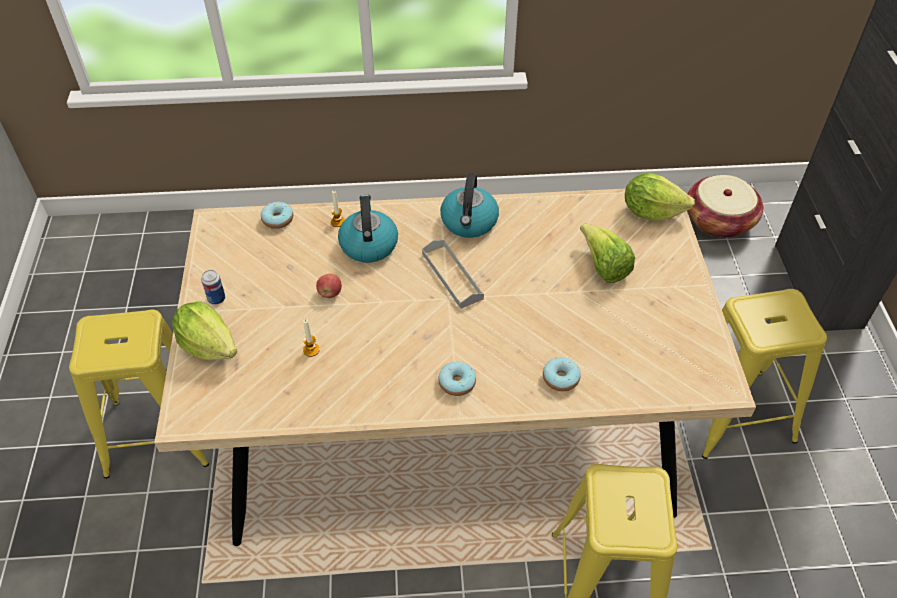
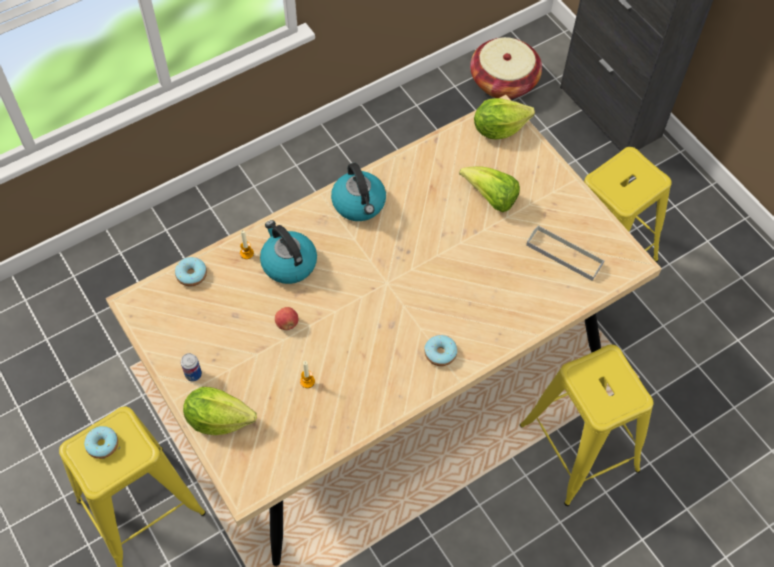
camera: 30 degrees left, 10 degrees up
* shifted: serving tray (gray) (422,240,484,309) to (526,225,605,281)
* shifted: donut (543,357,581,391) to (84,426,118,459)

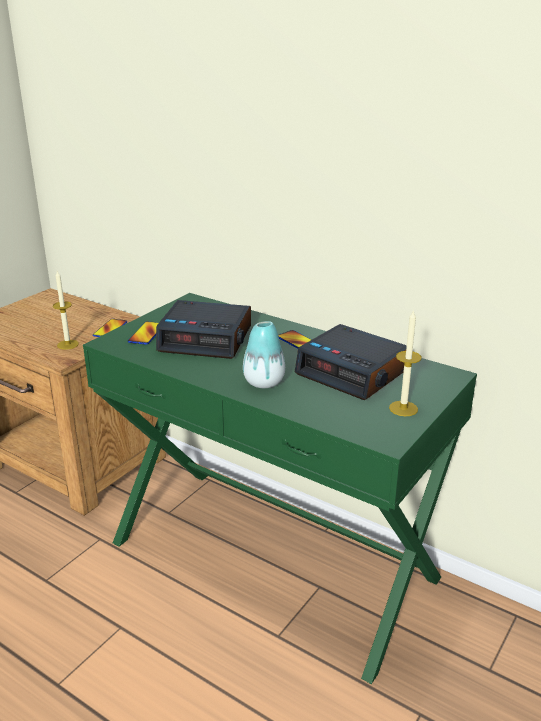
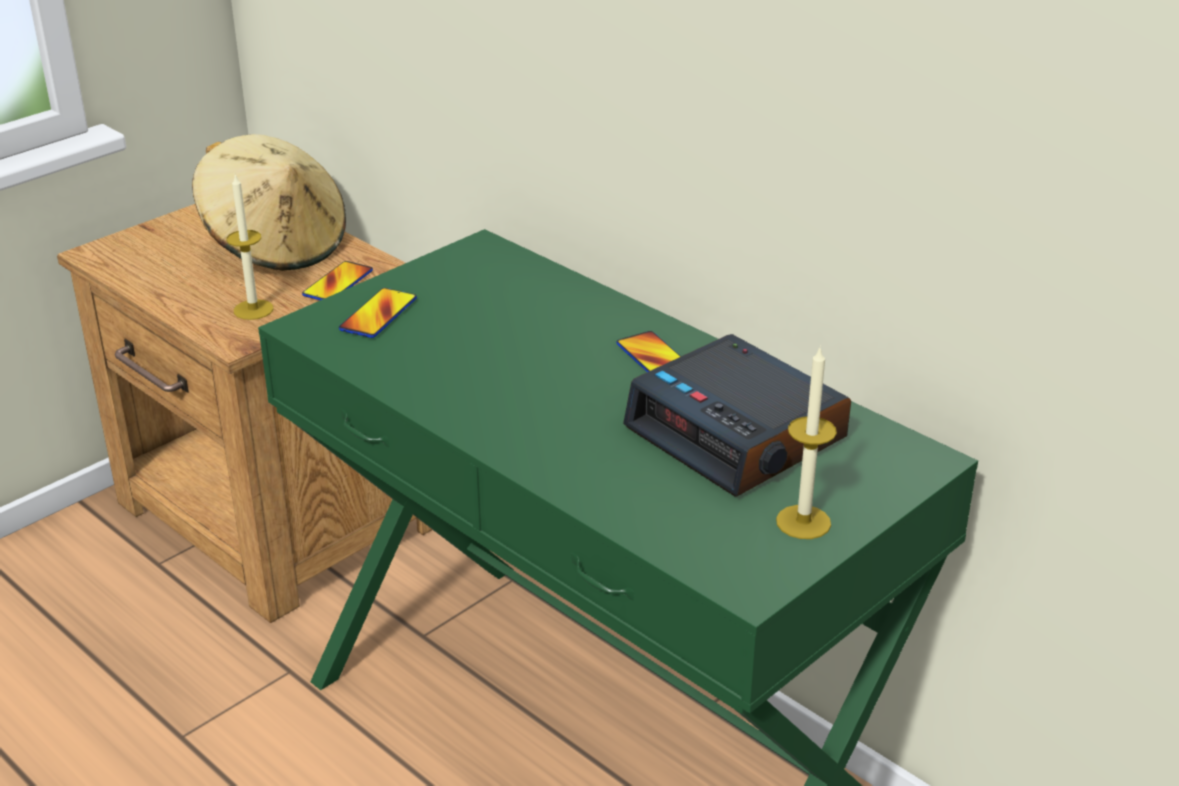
camera: 10 degrees right, 5 degrees up
* gone: alarm clock (156,300,251,359)
* gone: flower vase (243,321,285,388)
* new: wearable hat (beige-coloured) (192,134,346,271)

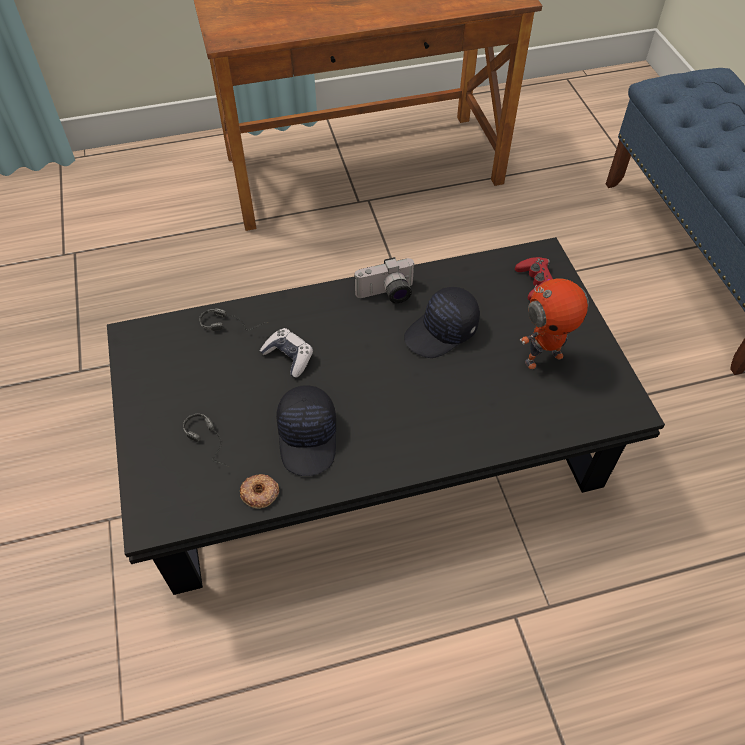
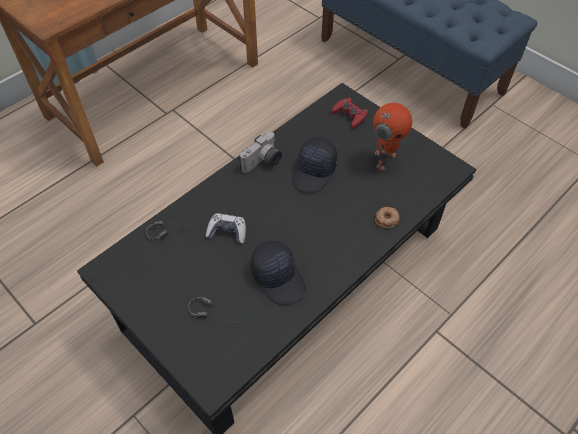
camera: 30 degrees left, 0 degrees up
* shifted: donut (240,474,279,509) to (375,207,400,228)

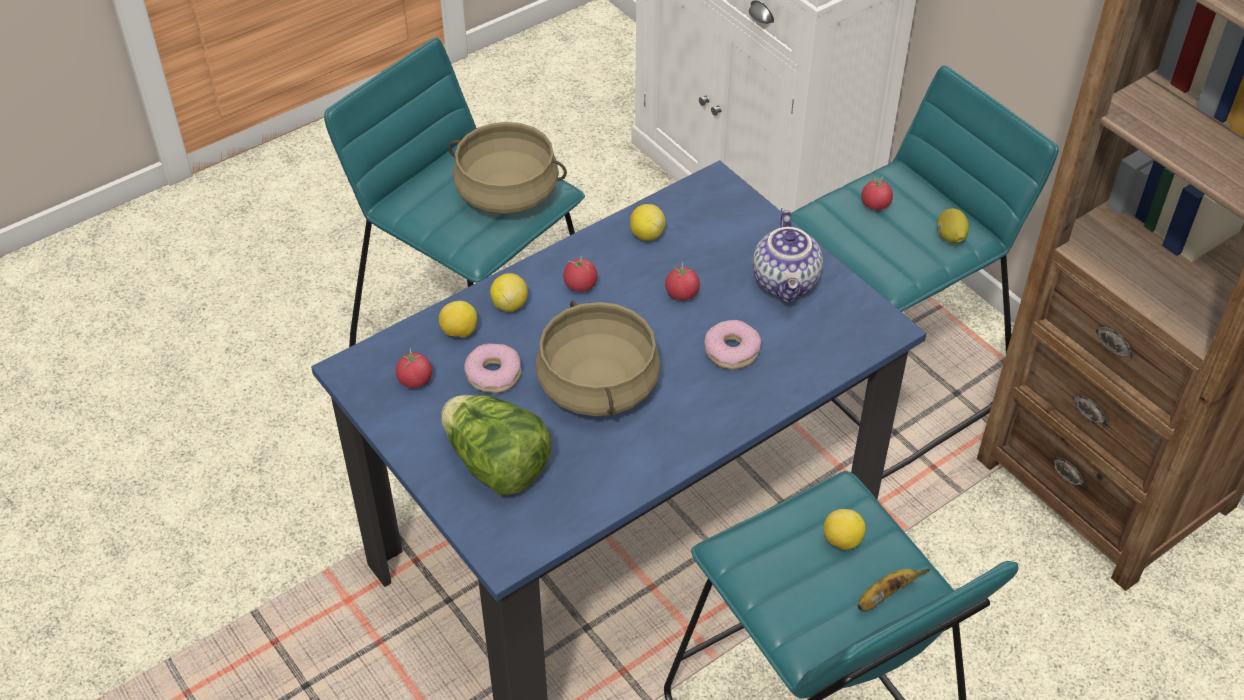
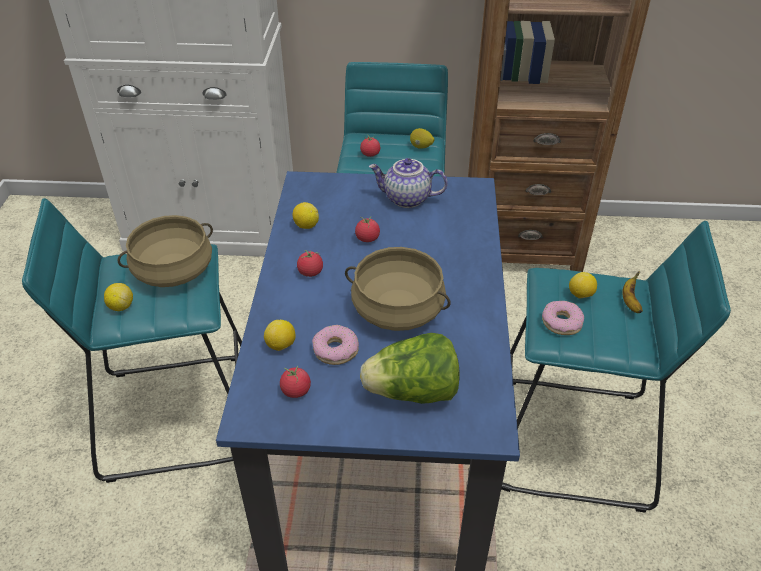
camera: 50 degrees left, 5 degrees down
* shifted: whole lemon (490,273,528,312) to (104,283,133,311)
* shifted: donut (704,320,761,369) to (542,301,584,335)
* rotated: teapot (753,210,823,302) = (368,158,448,208) 150 degrees clockwise

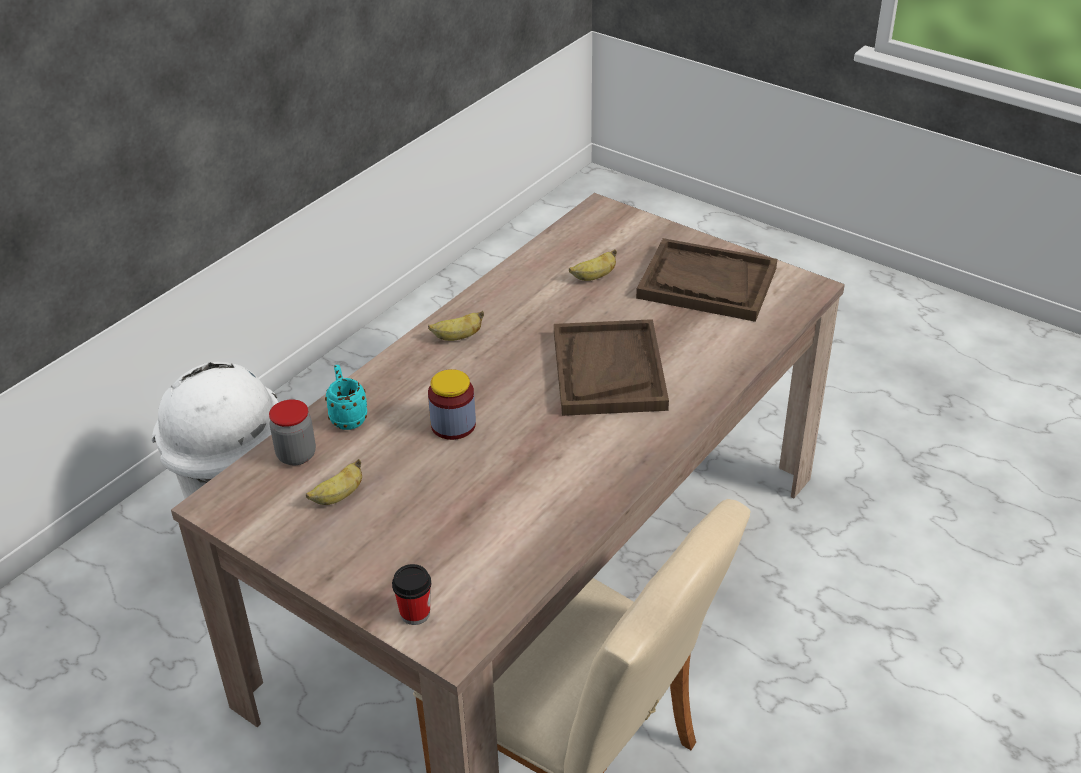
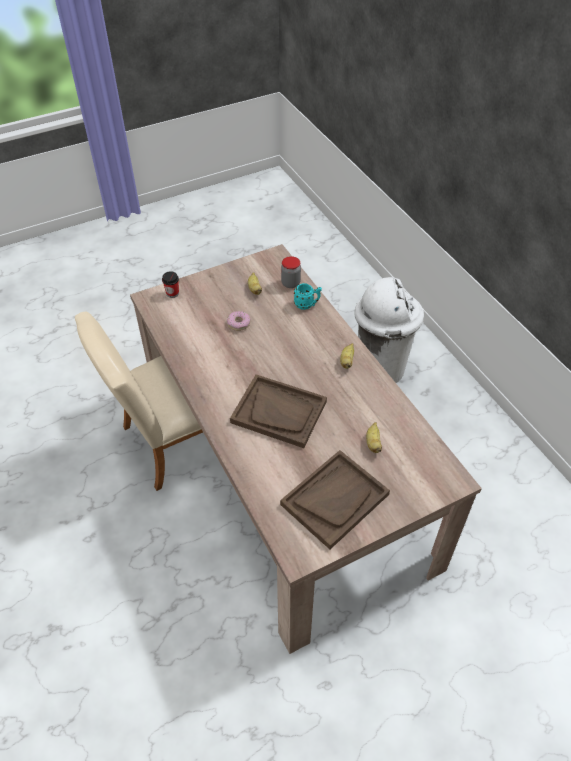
camera: 115 degrees right, 10 degrees up
* gone: preserve jar (428,369,476,440)
* new: donut (227,311,250,331)

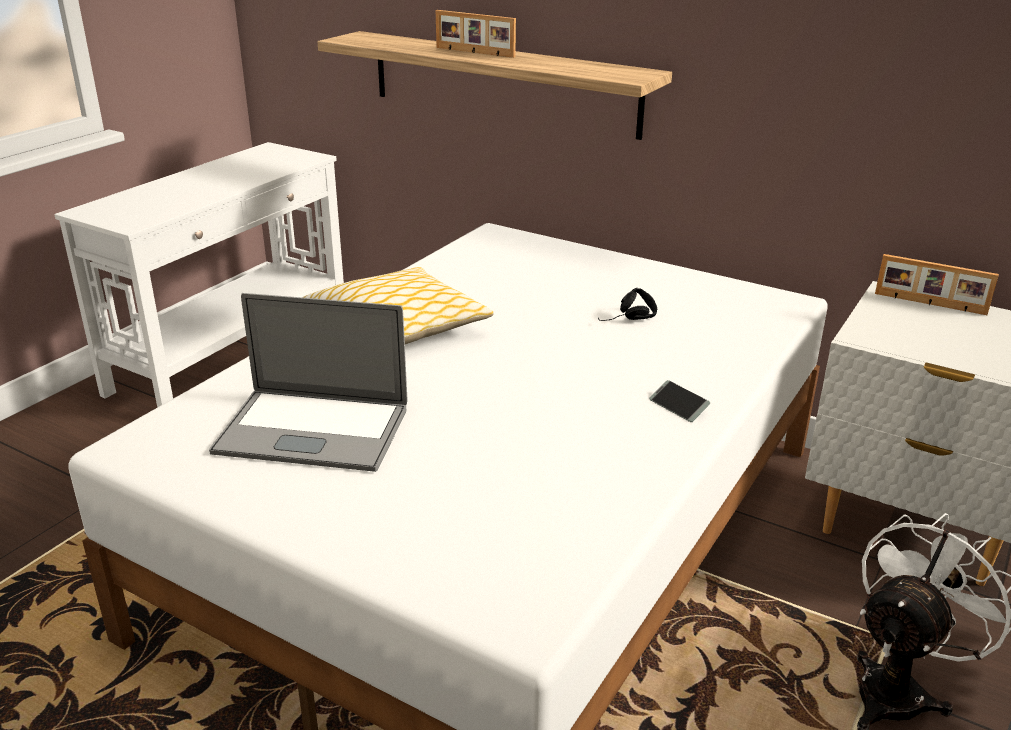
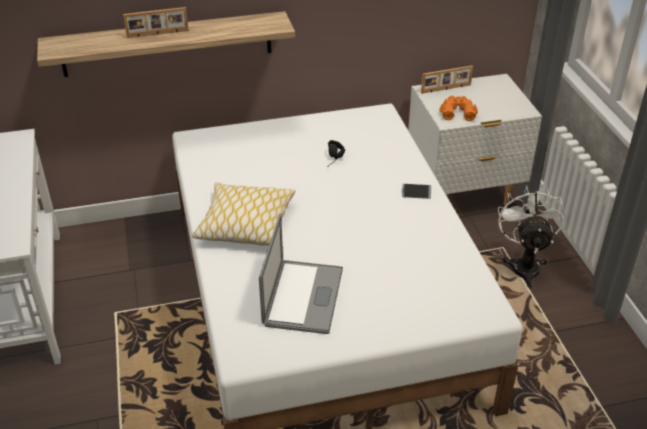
camera: 45 degrees left, 10 degrees up
* rotated: laptop (209,293,407,472) = (259,214,343,334) 45 degrees counterclockwise
* new: binoculars (orangey) (439,96,478,121)

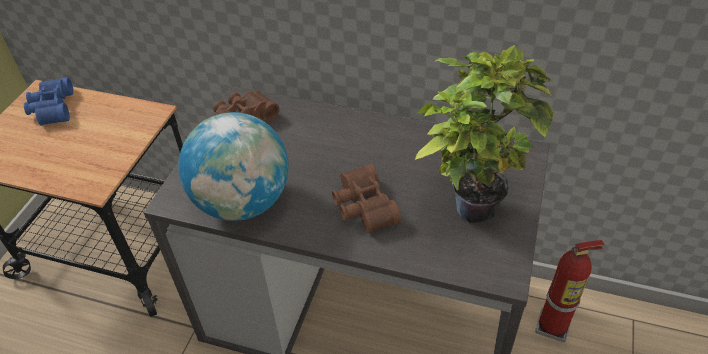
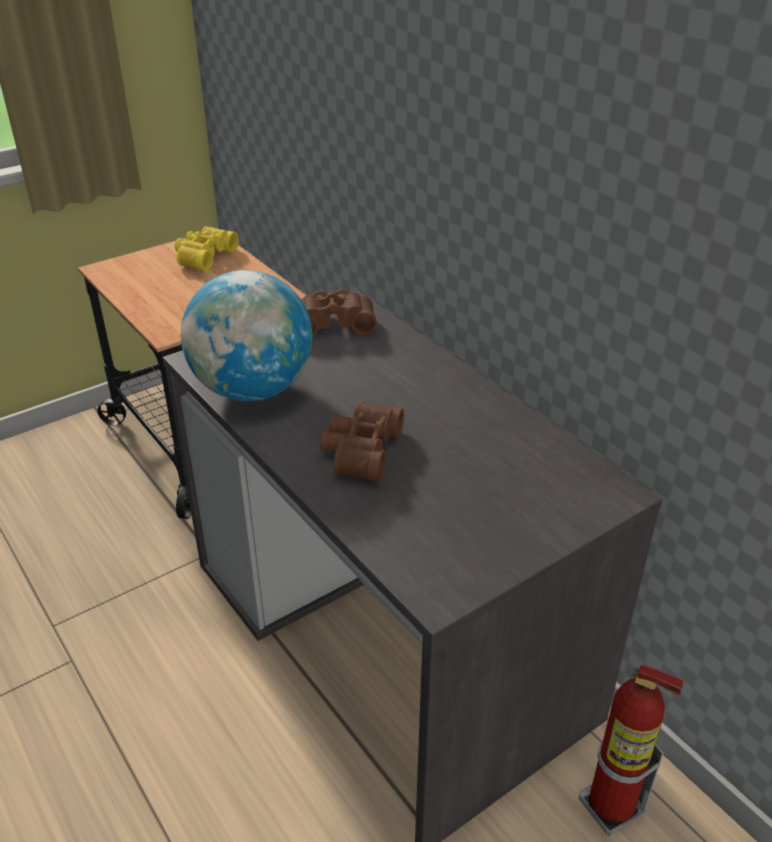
camera: 35 degrees right, 10 degrees down
* repainted: binoculars (blue-coloured) (24,77,73,125) to binoculars (yellow) (175,226,239,271)
* gone: houseplant (415,45,554,223)

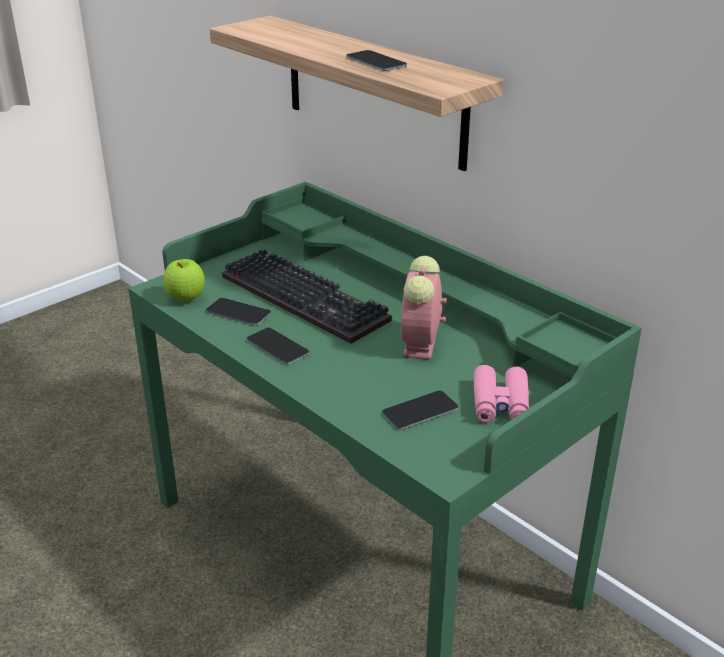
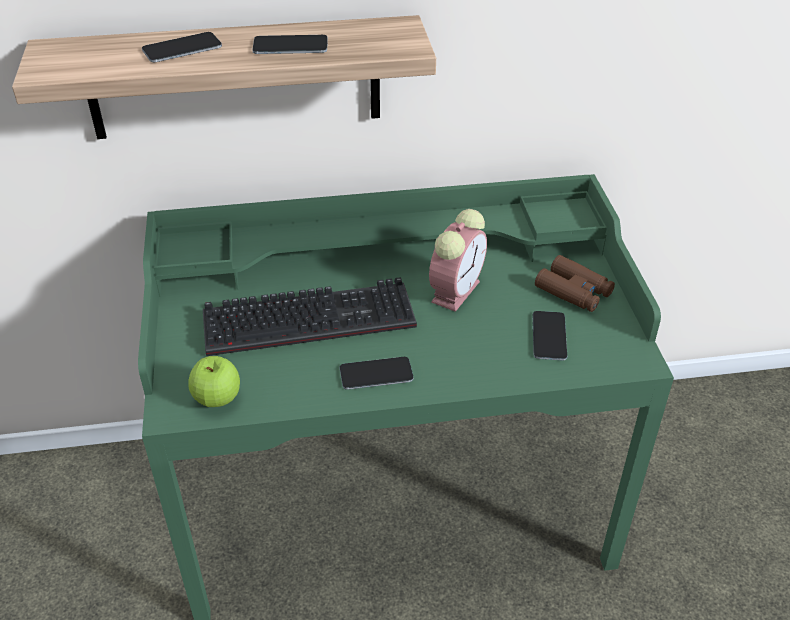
camera: 55 degrees left, 10 degrees up
* shifted: telephone (206,298,271,326) to (142,32,222,62)
* rotated: alarm clock (401,256,447,360) = (429,209,487,312) 105 degrees counterclockwise
* repainted: binoculars (pink-coloured) (474,365,529,423) to binoculars (brownish) (535,255,615,312)

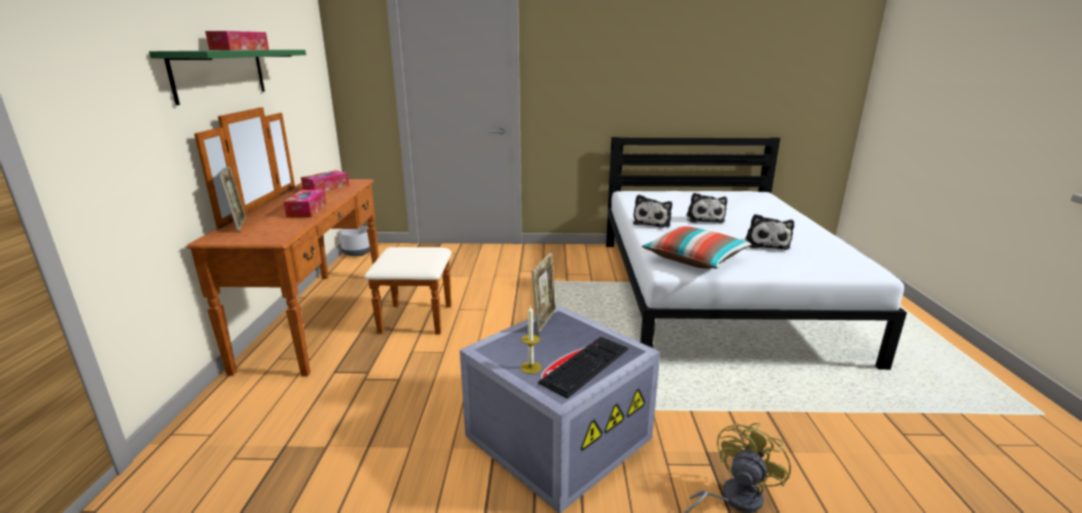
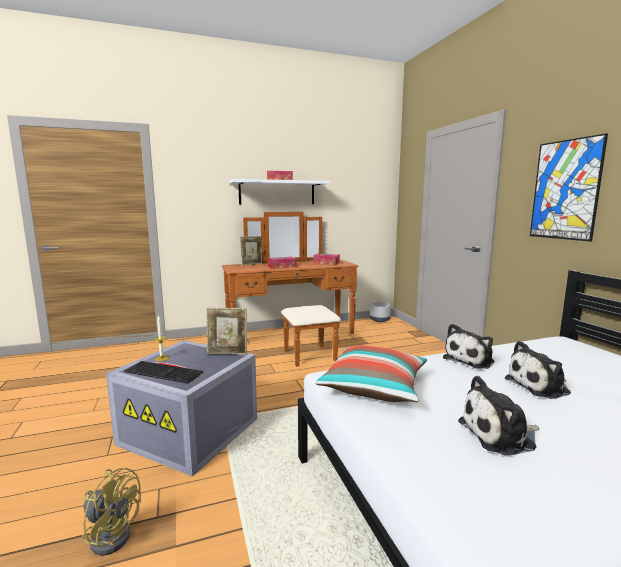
camera: 70 degrees right, 10 degrees down
* repainted: wall shelf (green) (149,50,306,105) to wall shelf (white) (229,179,330,204)
* rotated: plush toy (633,195,672,228) = (443,324,495,369) 45 degrees counterclockwise
* new: wall art (530,133,608,242)

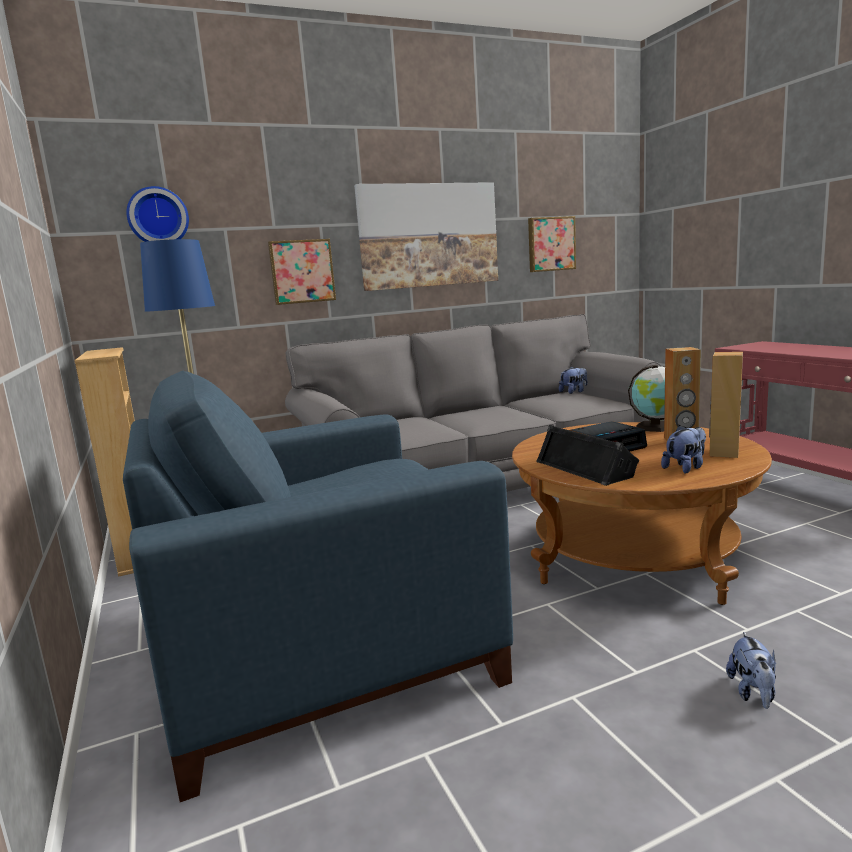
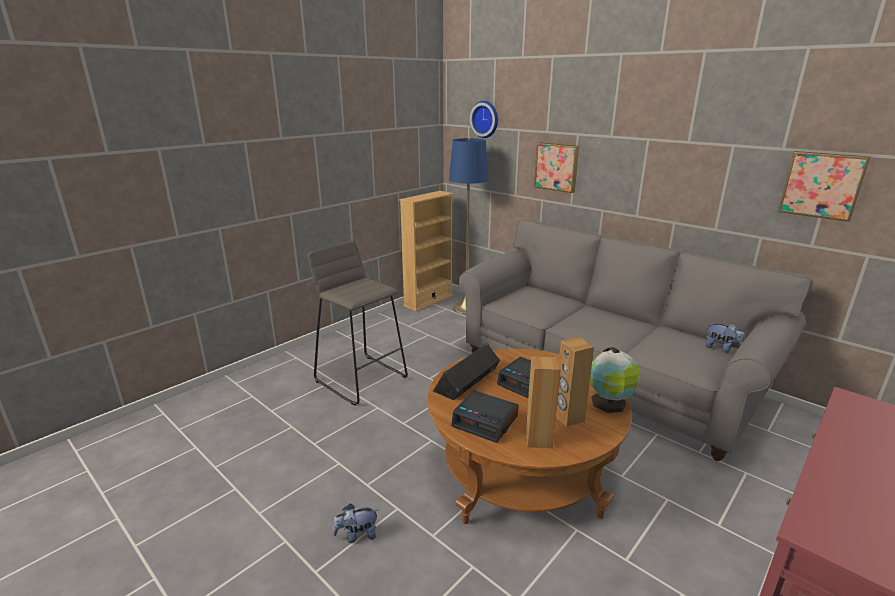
camera: 65 degrees right, 10 degrees up
* swapped: easy chair (blue-coloured) (123,371,513,802) to stool seat (gray) (308,241,408,405)
* gone: wall art (354,182,498,291)
* swapped: plush toy (661,425,706,473) to alarm clock (451,390,519,443)

